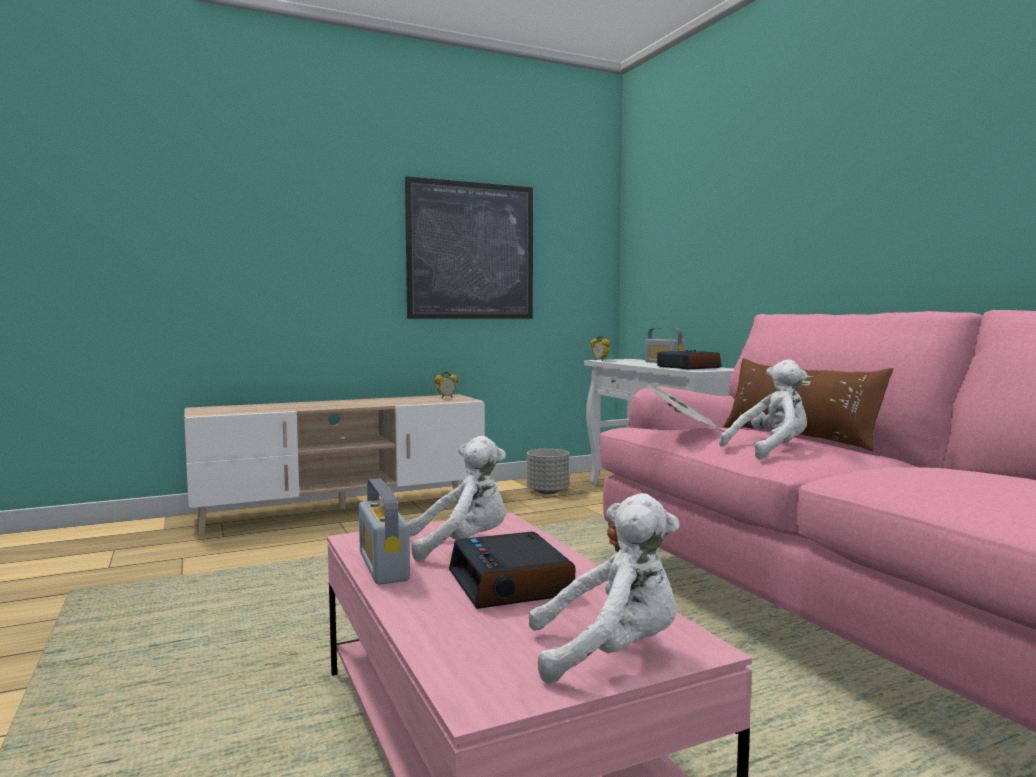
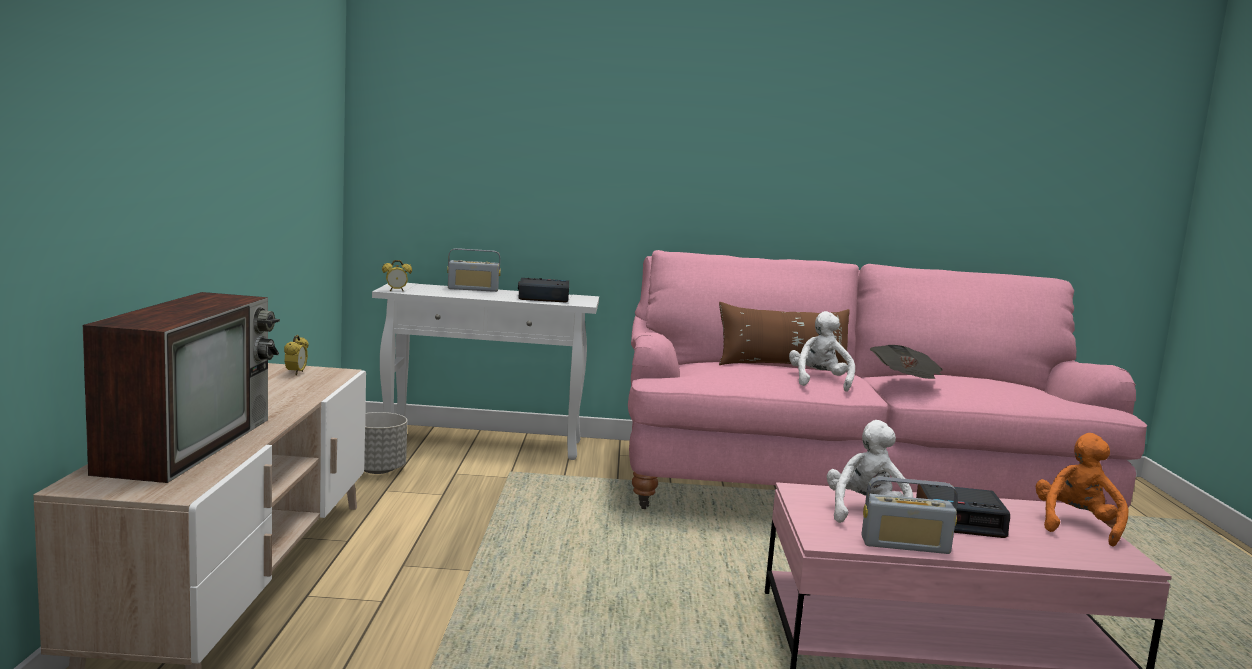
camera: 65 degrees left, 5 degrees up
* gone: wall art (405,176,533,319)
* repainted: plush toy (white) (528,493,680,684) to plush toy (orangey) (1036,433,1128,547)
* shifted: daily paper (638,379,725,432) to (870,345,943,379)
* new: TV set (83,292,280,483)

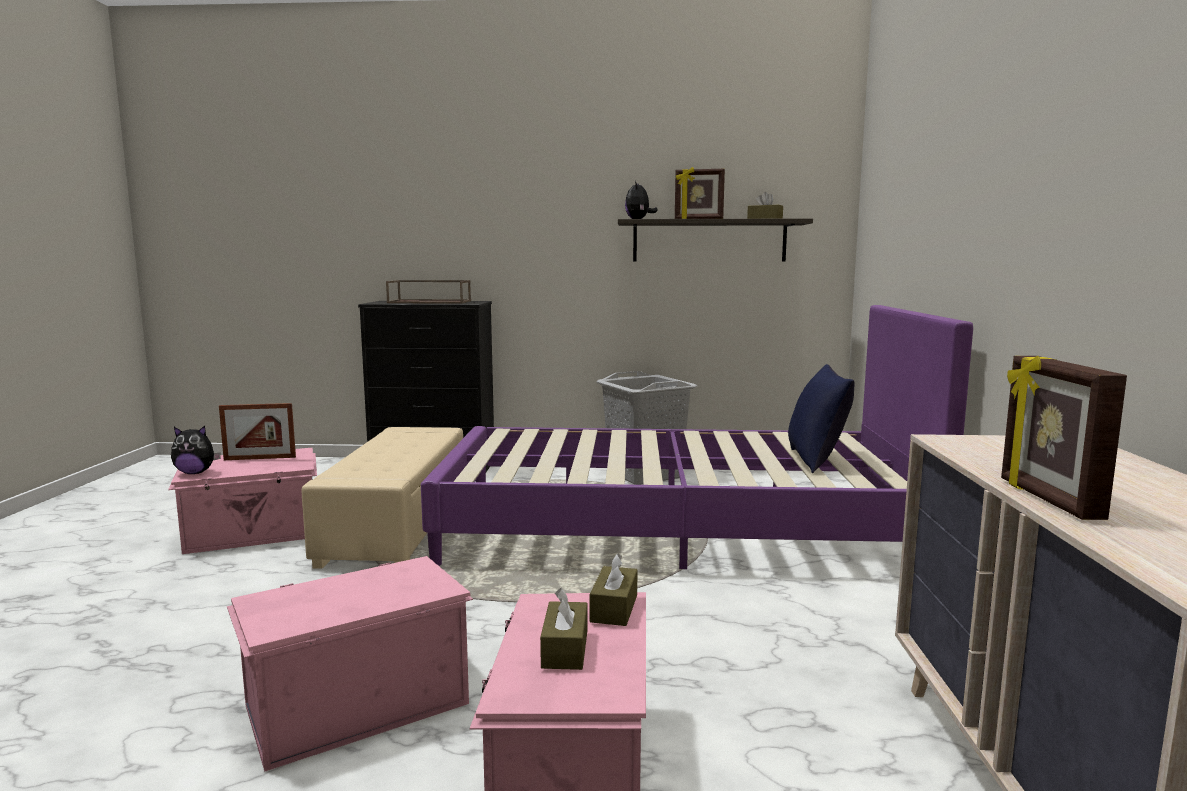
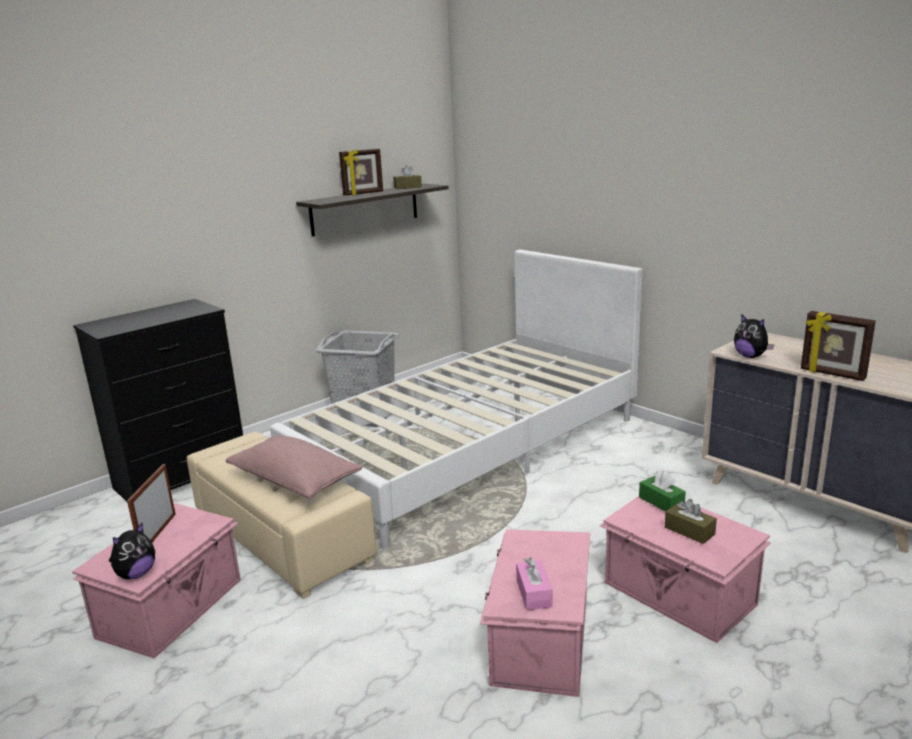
camera: 45 degrees left, 10 degrees up
* rotated: photo frame (219,403,296,460) = (127,464,176,542) 150 degrees clockwise
* gone: serving tray (brownish) (386,280,471,304)
* repainted: bedroom bed (purple-coloured) (421,305,973,569) to bedroom bed (white) (270,250,643,549)
* repainted: tissue holder (brownish) (590,553,638,626) to tissue holder (green) (639,470,686,512)
* shifted: plush toy (625,181,658,219) to (734,314,774,358)
* gone: pillow (blue-coloured) (788,364,855,473)
* new: pillow (pink-coloured) (226,435,363,499)
* new: tissue holder (pink-coloured) (516,557,553,610)

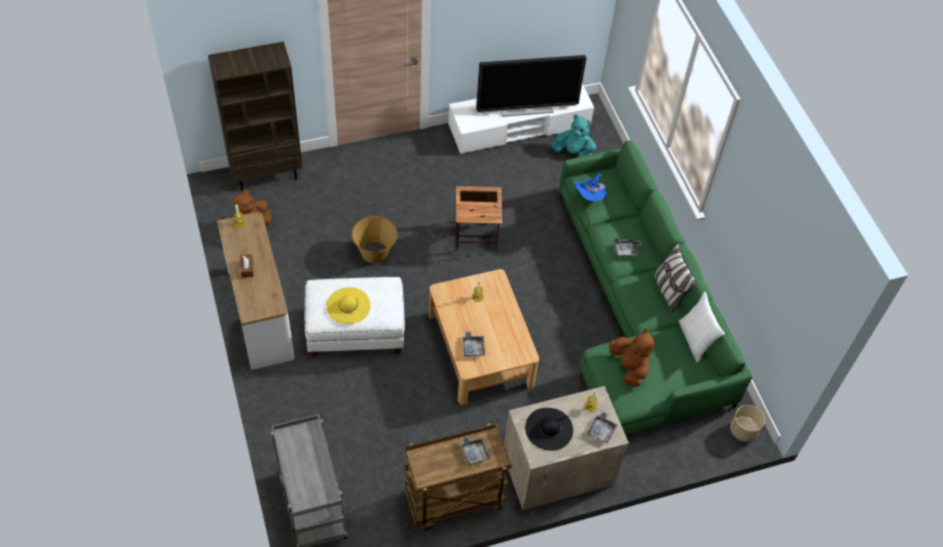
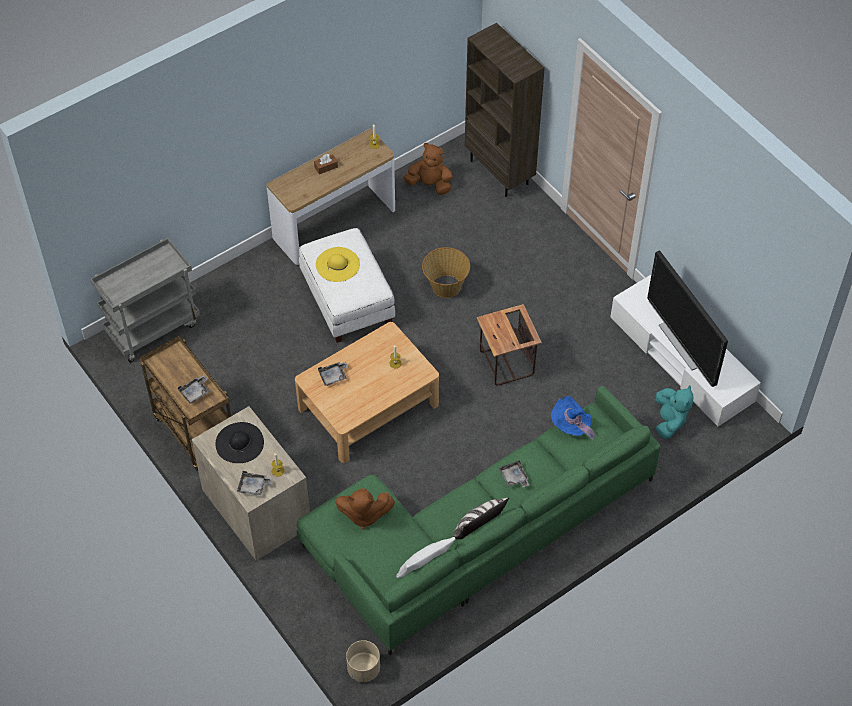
camera: 75 degrees right, 0 degrees up
* rotated: plush toy (brownish) (609,328,654,387) = (335,488,395,530) 45 degrees clockwise

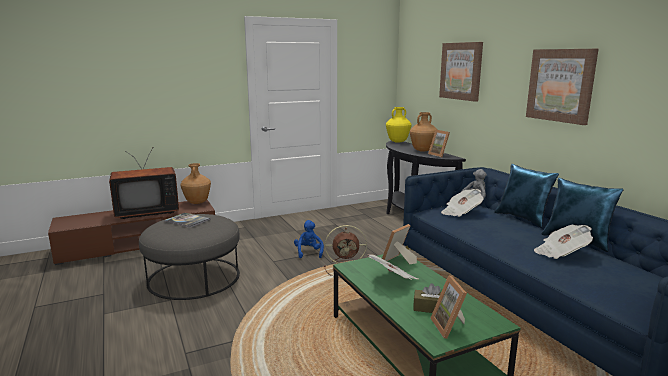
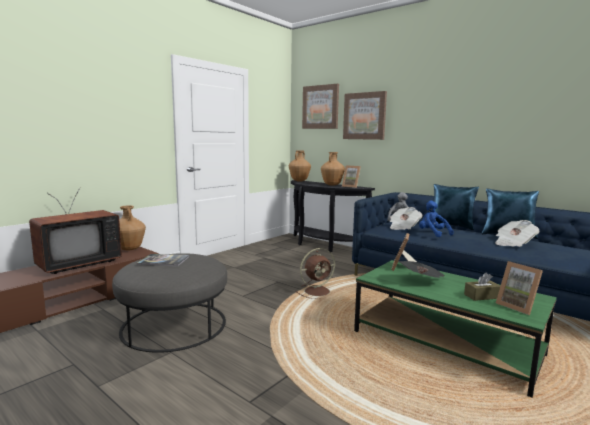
camera: 25 degrees left, 5 degrees down
* shifted: plush toy (blue-coloured) (294,220,324,258) to (419,201,454,237)
* repainted: flower vase (yellow) (386,107,412,143) to flower vase (brownish) (289,150,311,181)
* shifted: wall art (526,49,599,125) to (302,84,339,129)

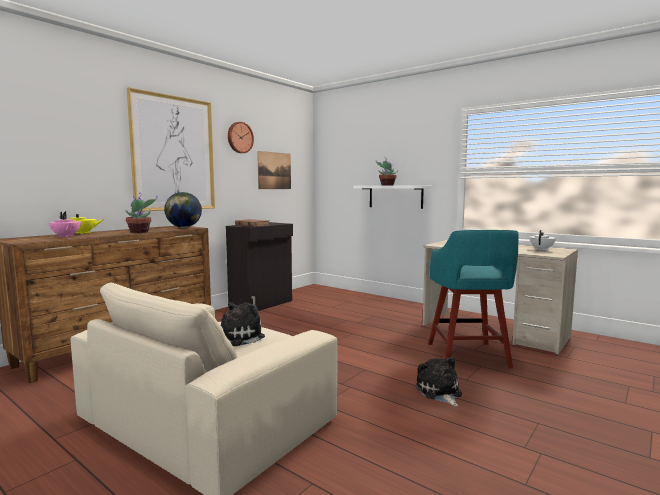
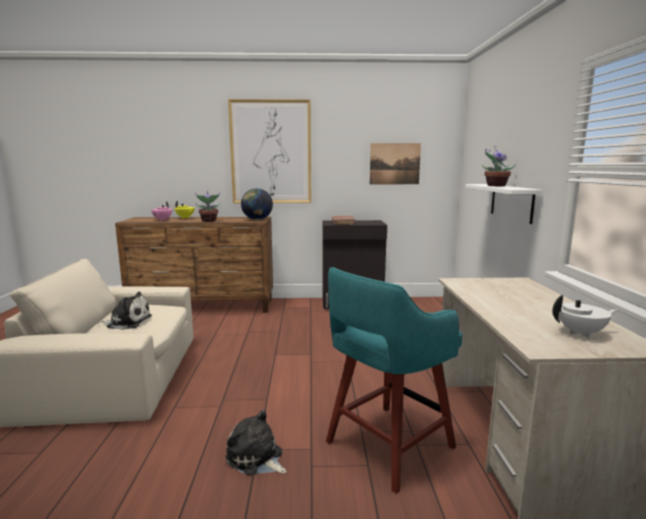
camera: 50 degrees right, 5 degrees up
* gone: clock on the wall (228,122,254,153)
* rotated: plush toy (416,357,462,407) = (225,410,287,475) 90 degrees counterclockwise

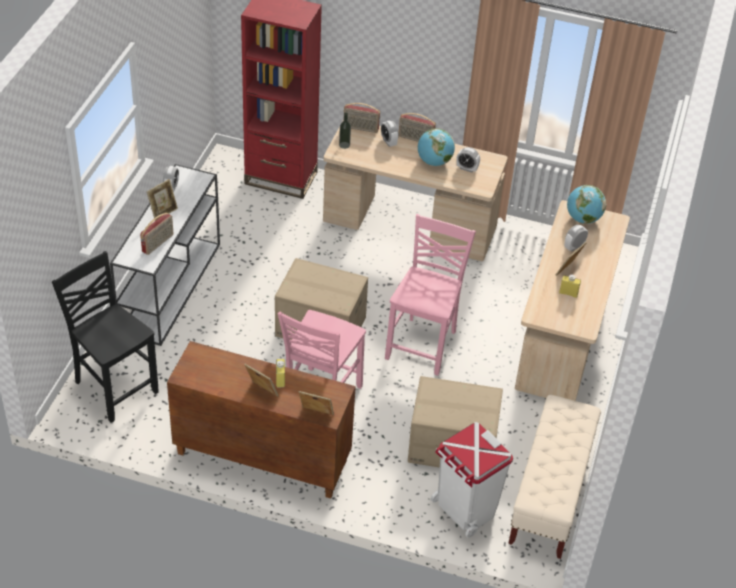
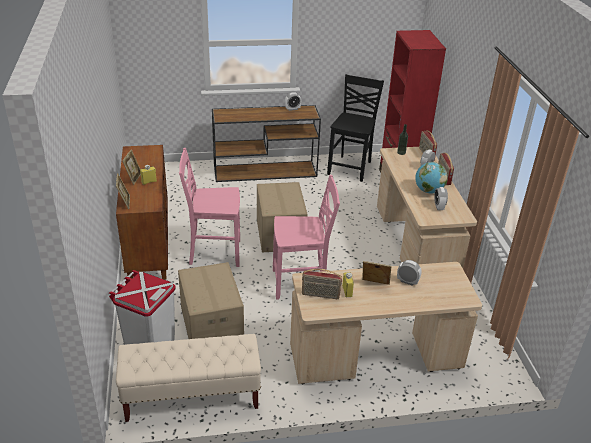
camera: 65 degrees right, 10 degrees down
* shifted: plain chair (black-coloured) (52,251,159,423) to (327,74,384,182)
* repainted: hall table (white) (110,164,220,346) to hall table (brownish) (212,105,321,182)
* shifted: radio set (140,213,173,255) to (302,269,342,299)
* gone: photo frame (147,179,178,221)
* gone: world globe (567,185,606,224)

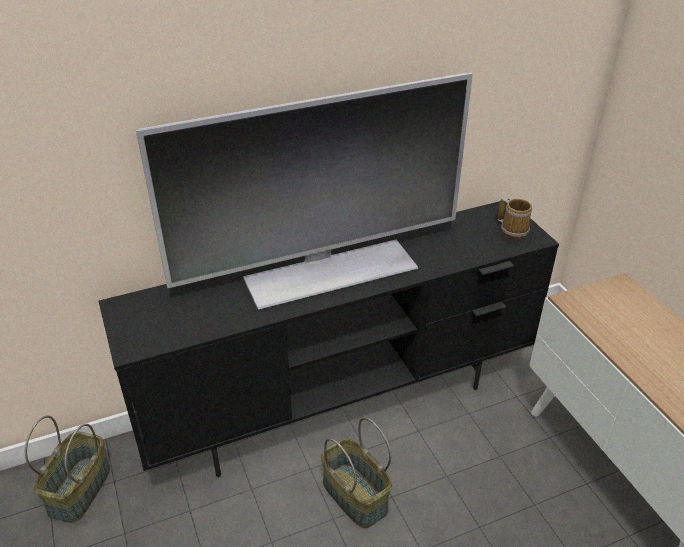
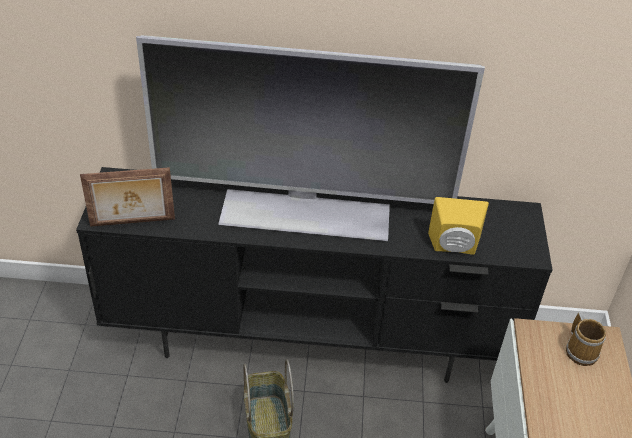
camera: 25 degrees right, 5 degrees up
* gone: basket (25,416,110,523)
* shifted: mug (498,198,532,239) to (566,311,606,366)
* new: photo frame (80,167,175,227)
* new: audio speaker (yellow) (428,197,489,255)

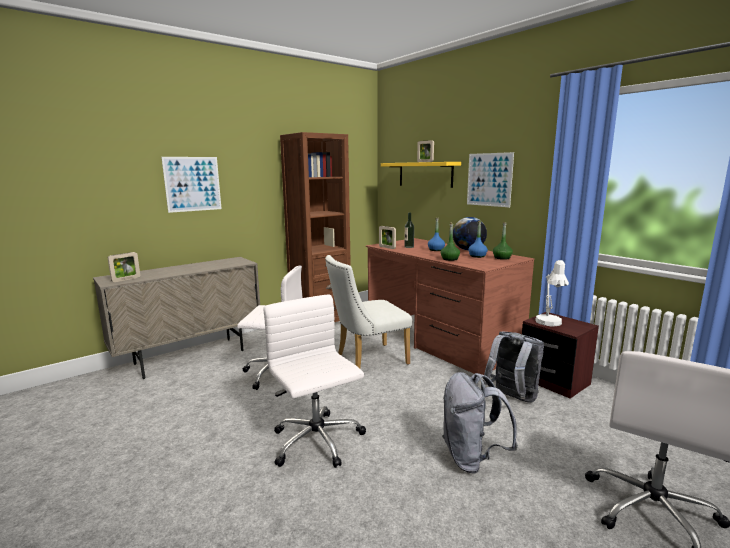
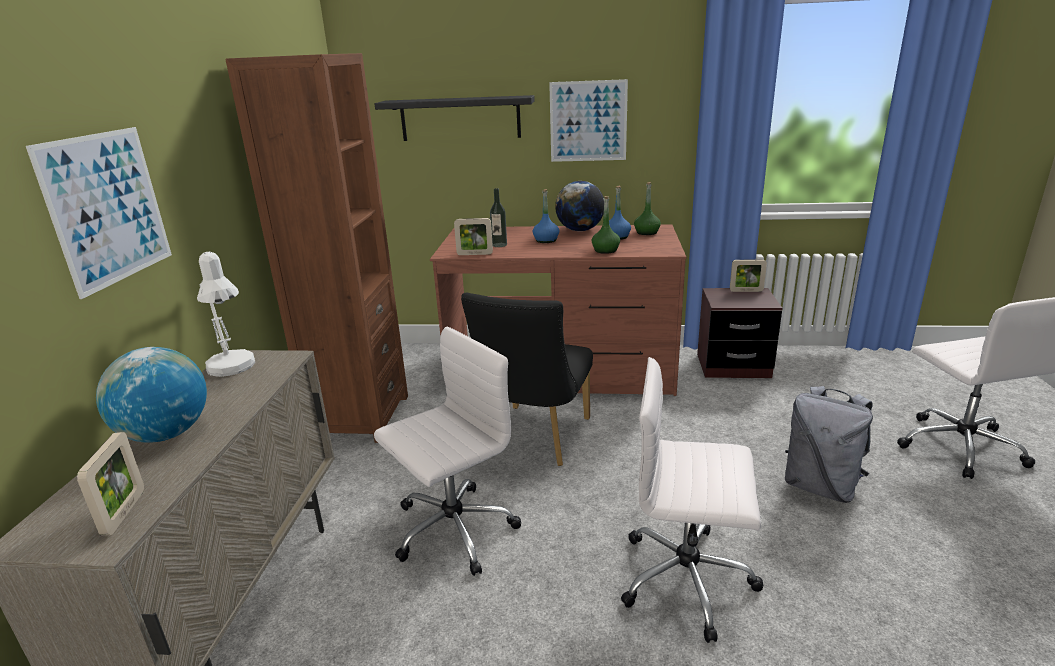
camera: 45 degrees left, 10 degrees up
* repainted: plain chair (white) (325,255,412,368) to plain chair (black-coloured) (461,293,593,466)
* repainted: wall shelf (yellow) (381,162,461,188) to wall shelf (black-coloured) (374,95,535,141)
* shifted: photo frame (417,140,434,162) to (730,259,767,292)
* gone: knapsack (gray) (483,332,544,403)
* shifted: lamp for a table (white) (535,260,569,326) to (197,252,255,377)
* new: world globe (96,347,207,442)

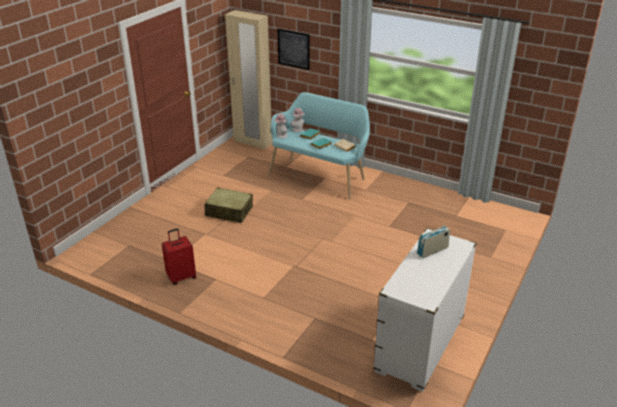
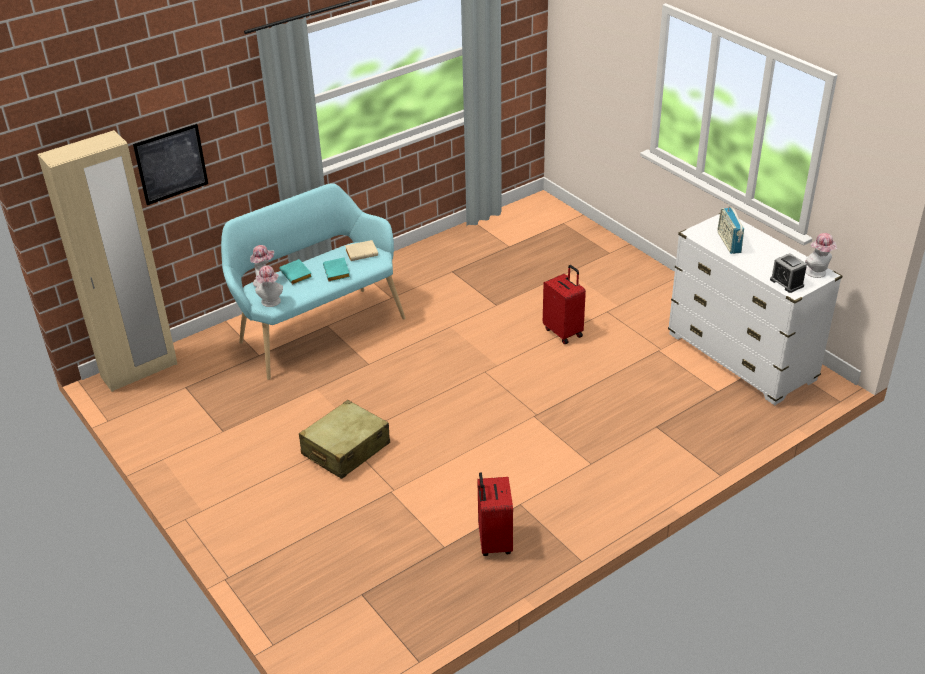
camera: 65 degrees left, 5 degrees up
* new: travel case (reddish) (543,265,586,344)
* new: alarm clock (770,253,807,293)
* new: wearable hat (805,233,837,278)

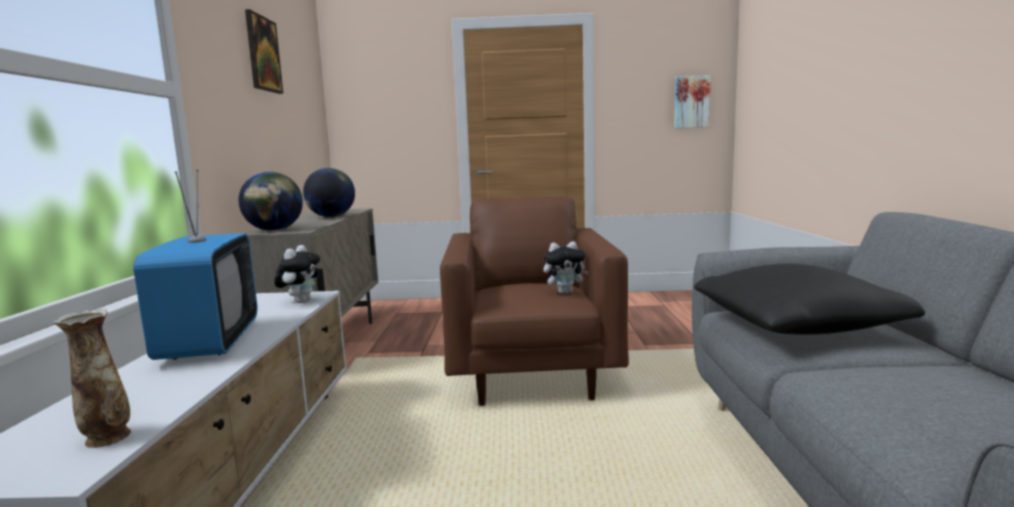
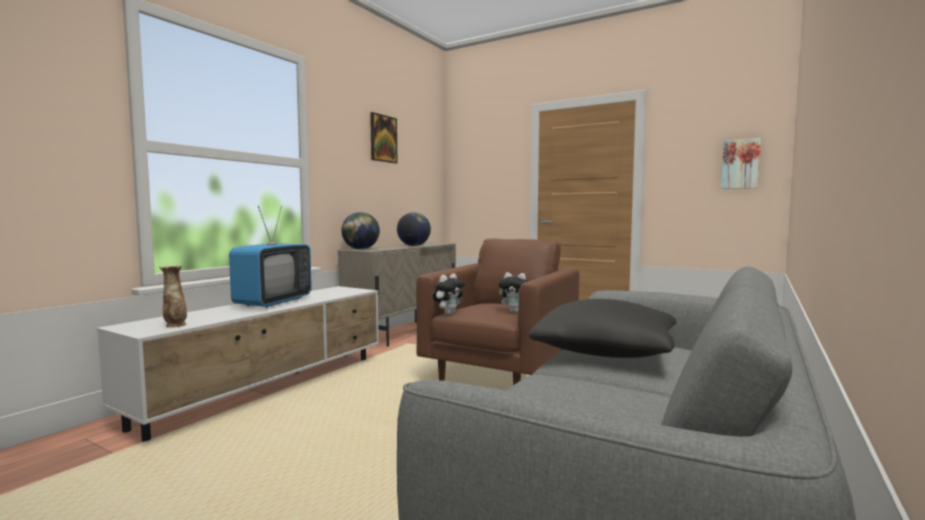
camera: 30 degrees right, 5 degrees down
* shifted: plush toy (274,245,320,303) to (433,273,465,315)

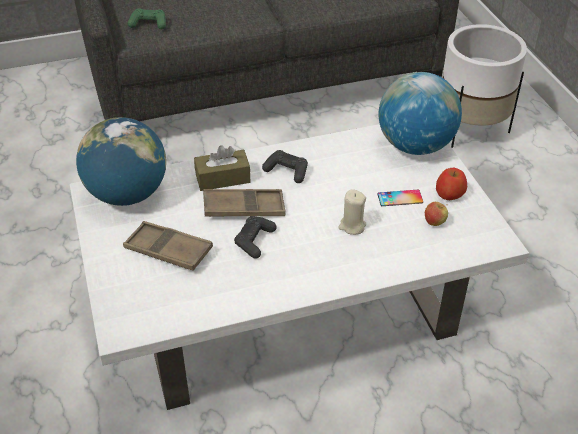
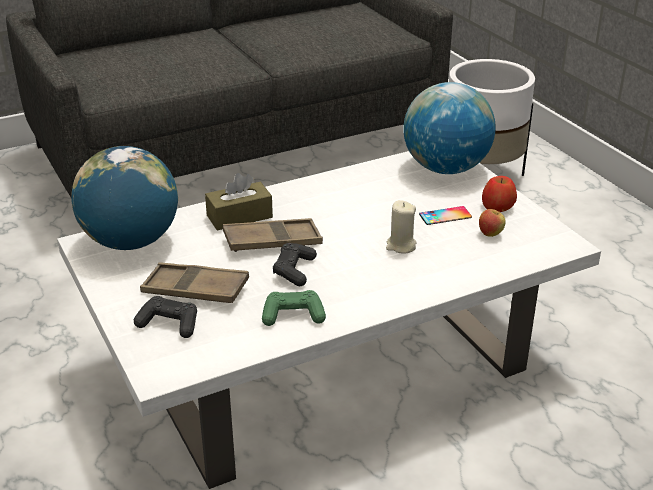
camera: 10 degrees left, 10 degrees down
* shifted: gamepad (green) (128,8,166,29) to (262,290,326,326)
* shifted: gamepad (black-coloured) (262,150,308,183) to (134,296,197,338)

